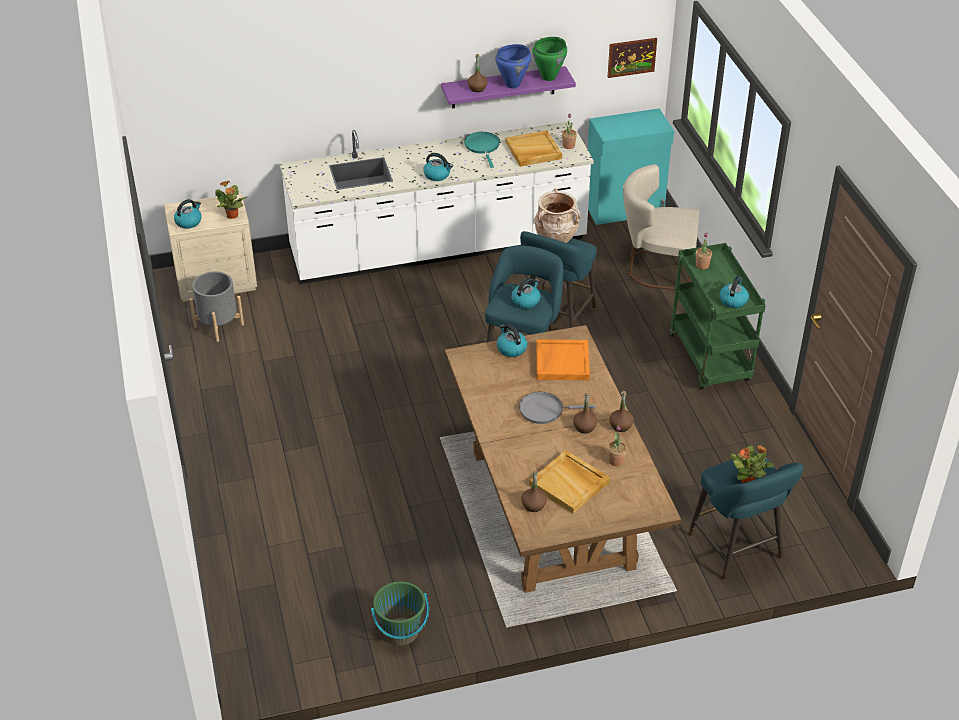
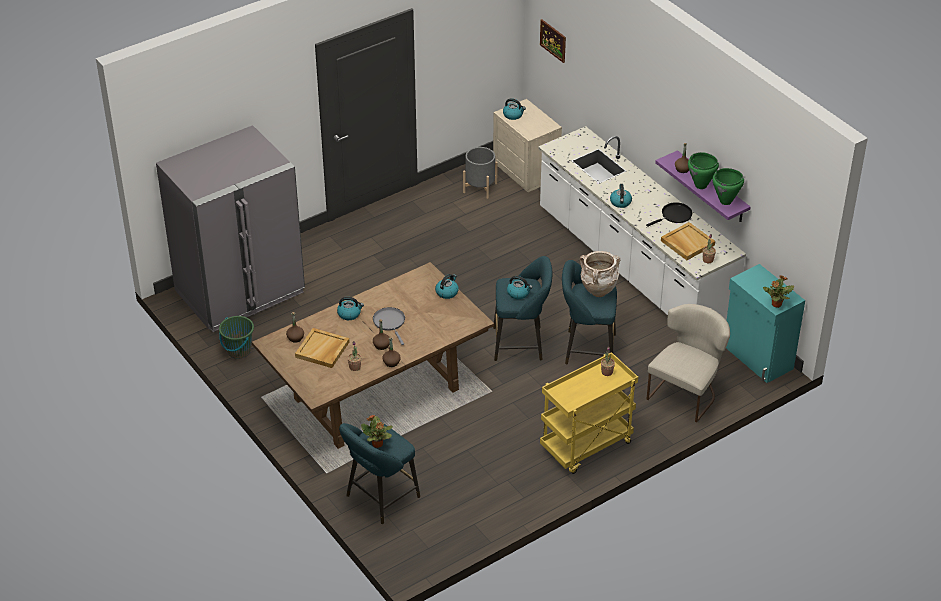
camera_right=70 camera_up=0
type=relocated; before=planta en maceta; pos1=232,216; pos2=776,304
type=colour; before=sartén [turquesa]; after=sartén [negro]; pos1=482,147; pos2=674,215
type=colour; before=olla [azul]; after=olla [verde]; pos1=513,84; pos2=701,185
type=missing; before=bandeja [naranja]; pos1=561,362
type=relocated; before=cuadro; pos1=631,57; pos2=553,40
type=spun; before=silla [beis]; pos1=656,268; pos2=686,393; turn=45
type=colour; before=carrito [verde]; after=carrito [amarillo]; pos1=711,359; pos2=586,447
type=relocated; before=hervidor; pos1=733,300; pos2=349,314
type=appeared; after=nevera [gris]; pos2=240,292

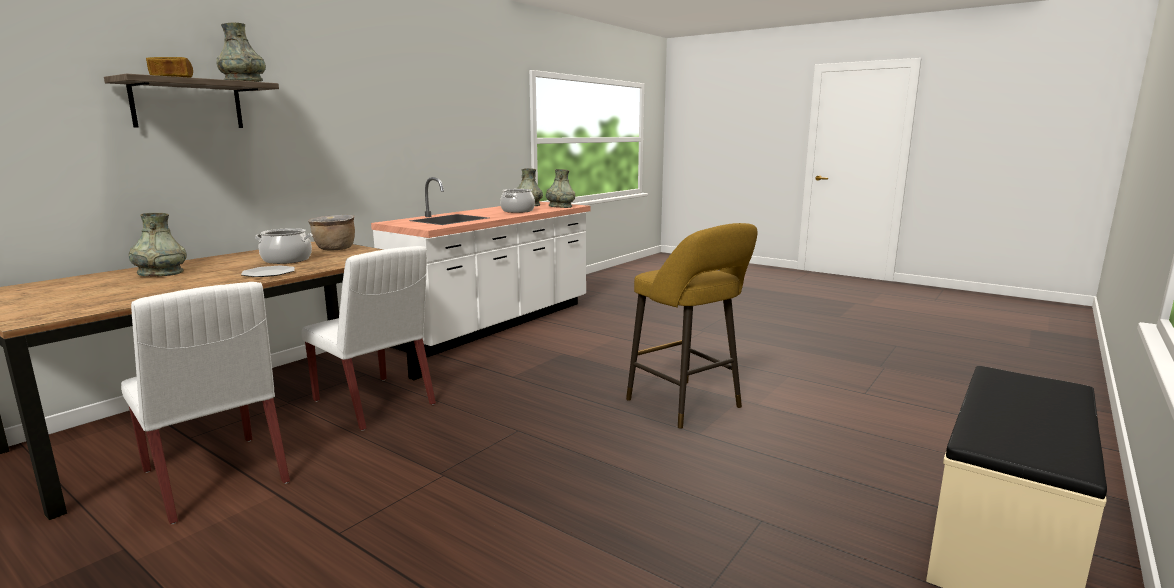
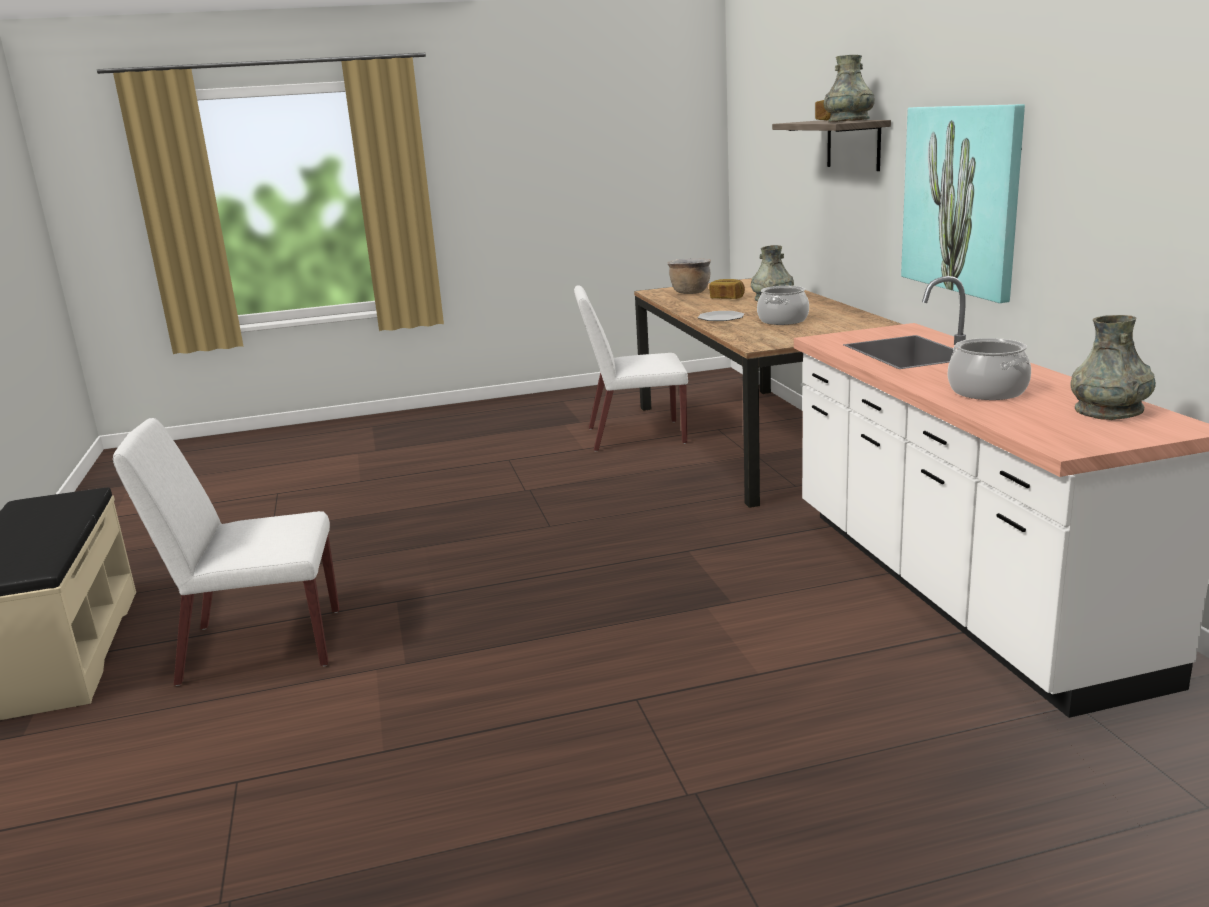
camera_right=130 camera_up=5
type=relocated; before=silla [blanco]; pos1=375,403; pos2=259,646
type=relocated; before=olla [marrón]; pos1=335,249; pos2=690,292
type=missing; before=florero [gris]; pos1=560,206
type=missing; before=taburete [amarillo]; pos1=688,405
type=appeared; after=pan; pos2=727,298
type=appeared; after=cuadro; pos2=962,199

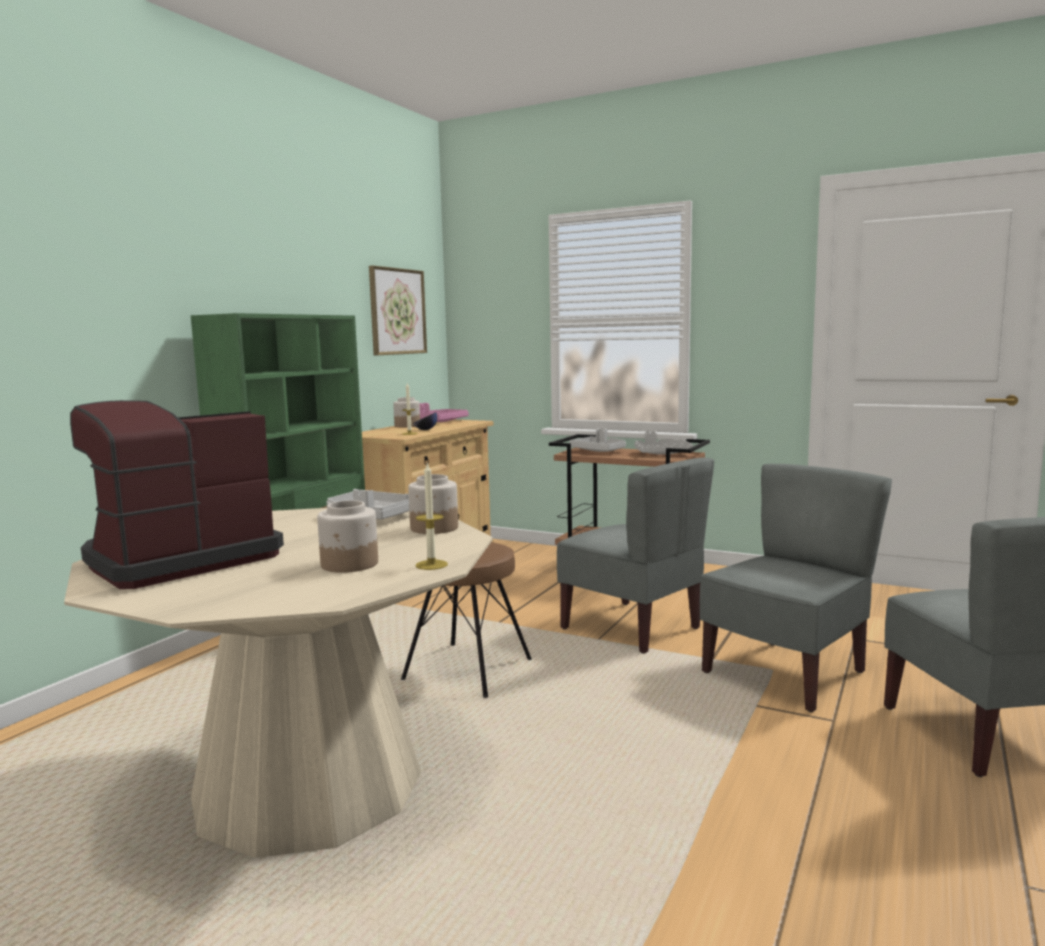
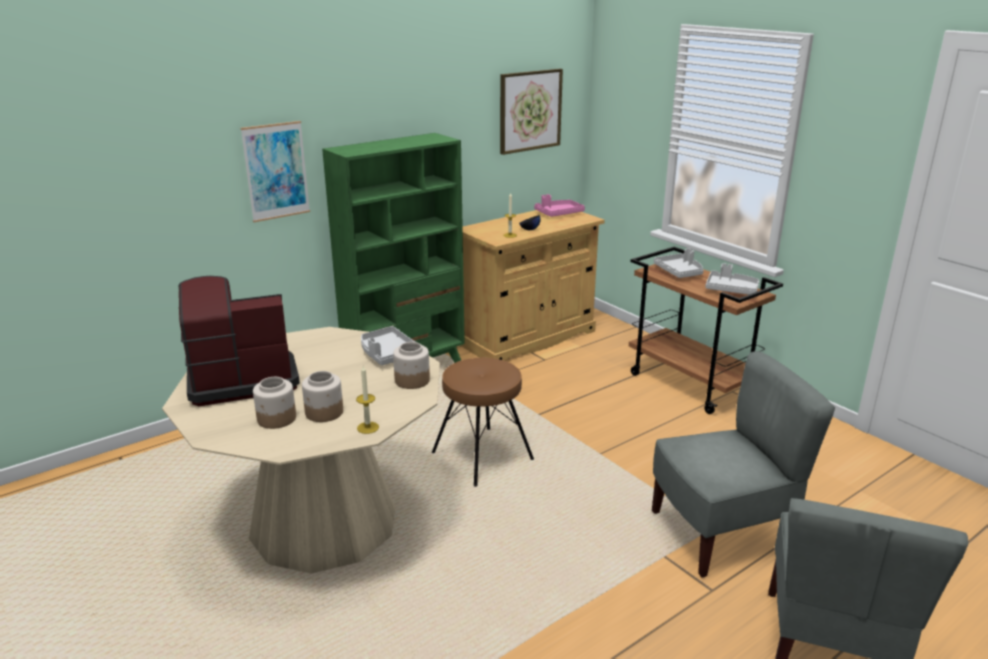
camera_right=25 camera_up=15
type=relocated; before=tarro; pos1=407,426; pos2=277,419
type=missing; before=silla [gris]; pos1=632,628
type=appeared; after=cuadro; pos2=276,171

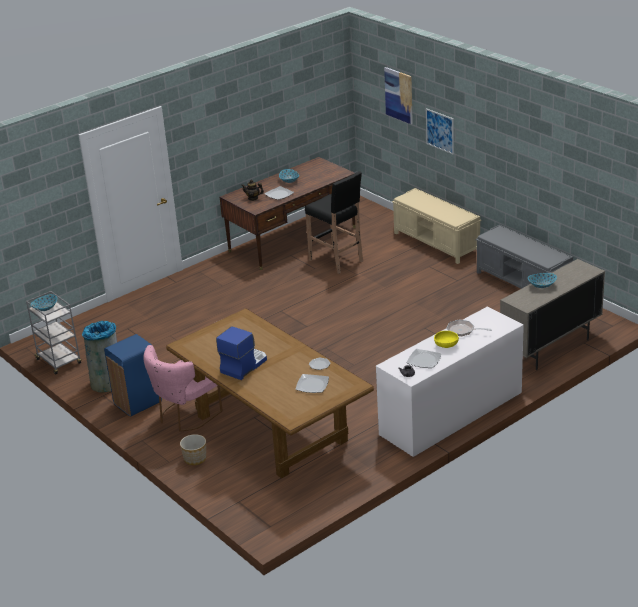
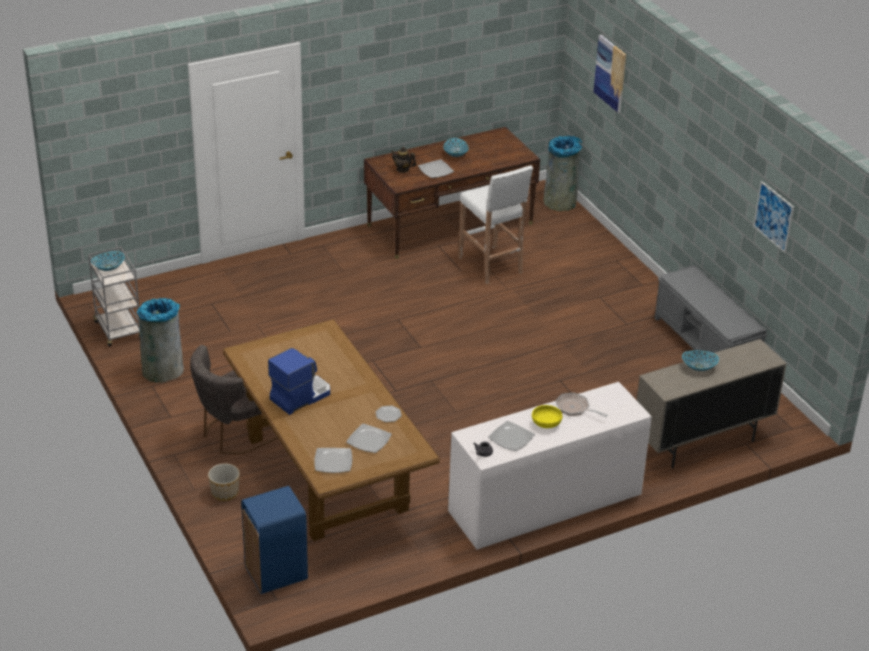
camera_right=10 camera_up=5
type=relocated; before=papelera [azul]; pos1=138,403; pos2=276,573
type=colour; before=silla [rosa]; after=silla [gris]; pos1=185,416; pos2=234,435
type=colour; before=taburete [negro]; after=taburete [blanco]; pos1=337,261; pos2=491,266
type=missing; before=banco [beis]; pos1=436,243
type=relocated; before=cuadro; pos1=440,131; pos2=773,216
type=appeared; after=plato; pos2=333,462
type=appeared; after=papelera [gris]; pos2=560,201

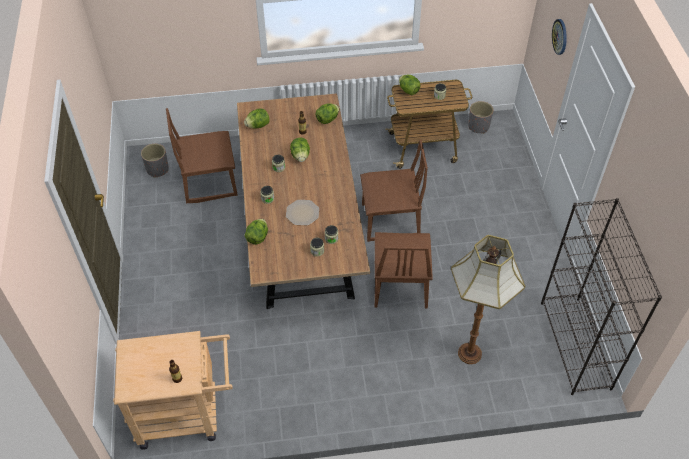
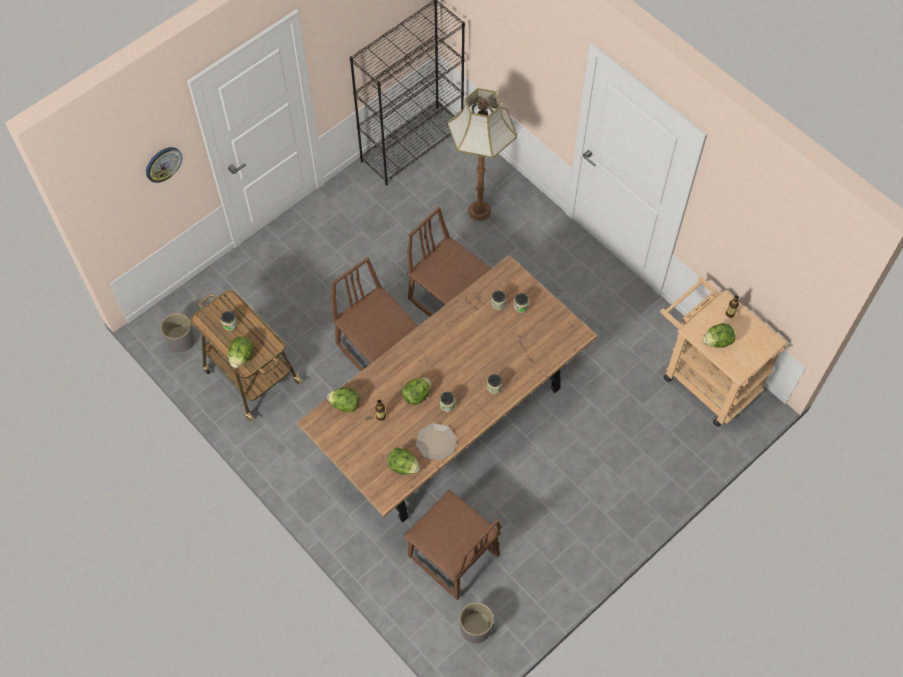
camera_right=-125 camera_up=10
type=relocated; before=lechuga; pos1=257,237; pos2=717,341
type=relocated; before=plato; pos1=302,213; pos2=436,441
type=spun; before=silla [marrón]; pos1=399,285; pos2=450,298; turn=-105

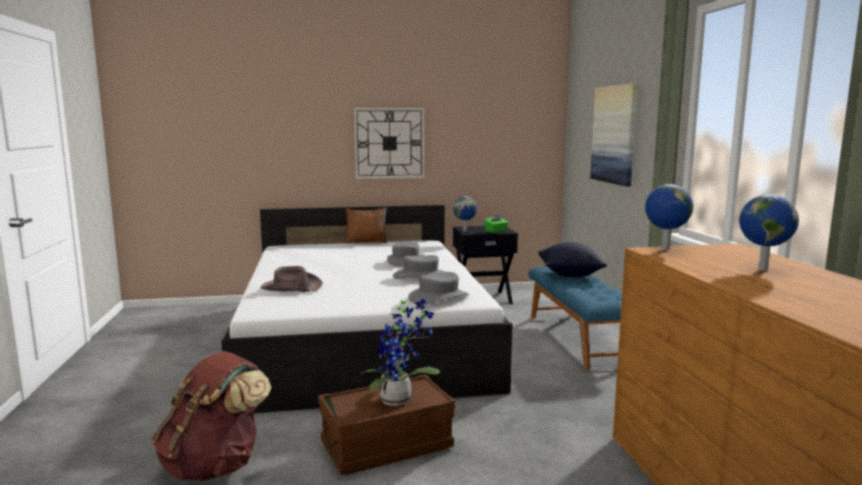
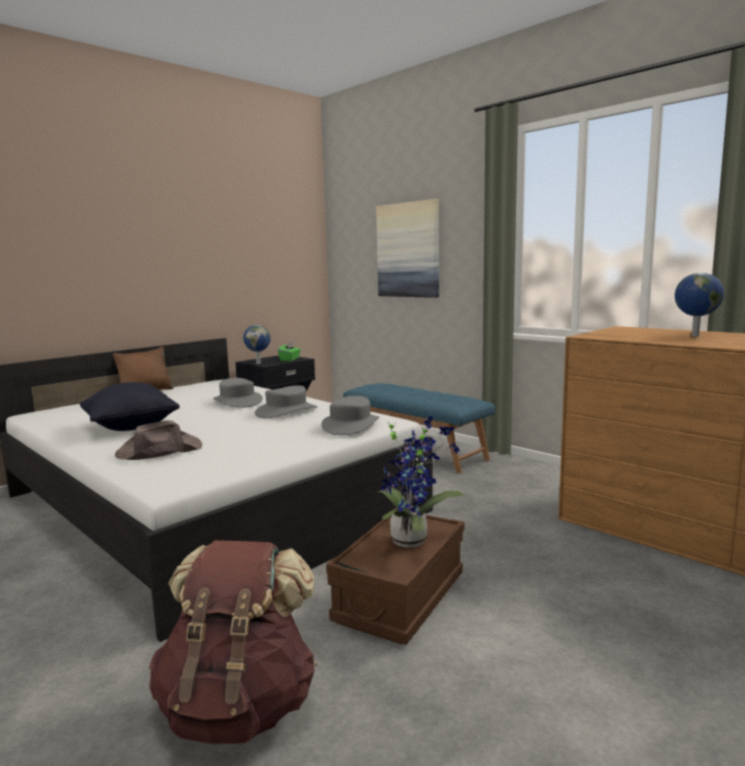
camera_right=-35 camera_up=0
type=missing; before=reloj de pared; pos1=389,143
type=relocated; before=cojín [negro]; pos1=570,274; pos2=131,427
type=missing; before=globo terráqueo; pos1=664,249

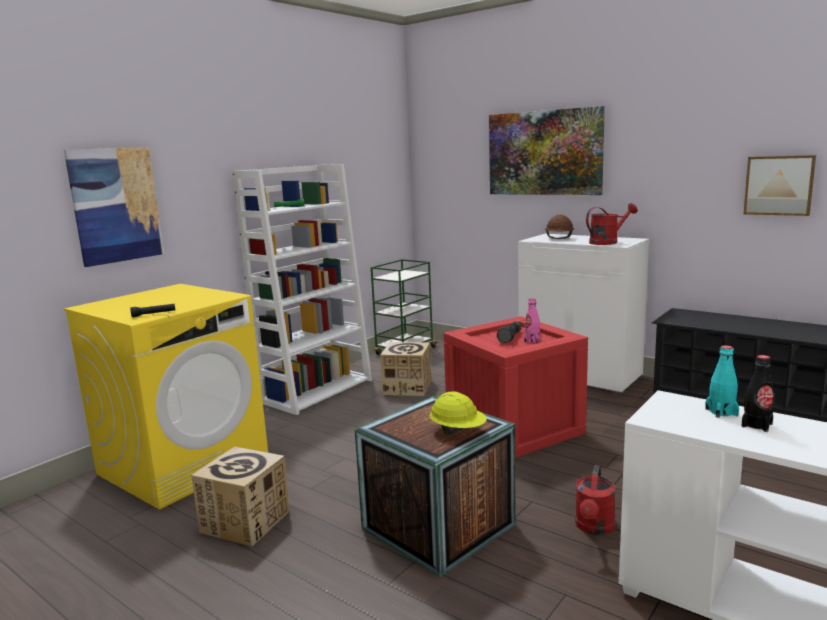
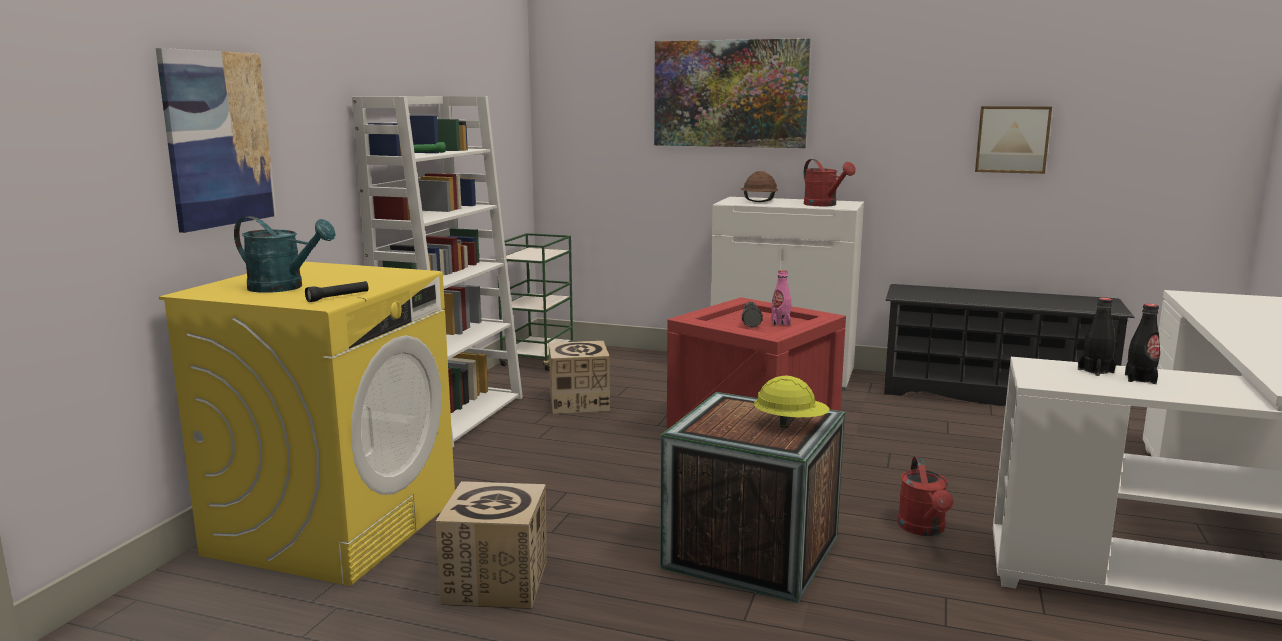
camera_right=-20 camera_up=0
type=spun; before=regadera [rojo]; pos1=607,242; pos2=824,205; turn=105
type=colour; before=botella [turquesa]; after=botella [negro]; pos1=721,412; pos2=1095,371
type=appeared; after=regadera [turquesa]; pos2=284,288

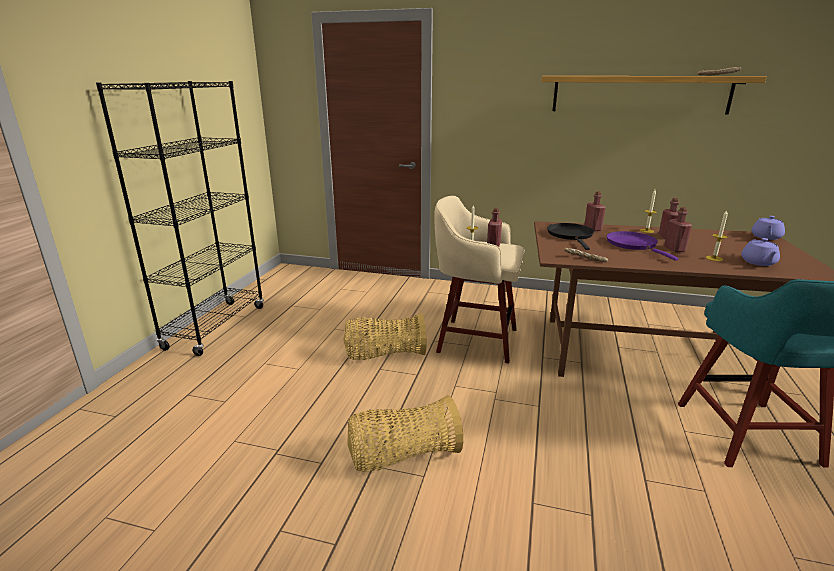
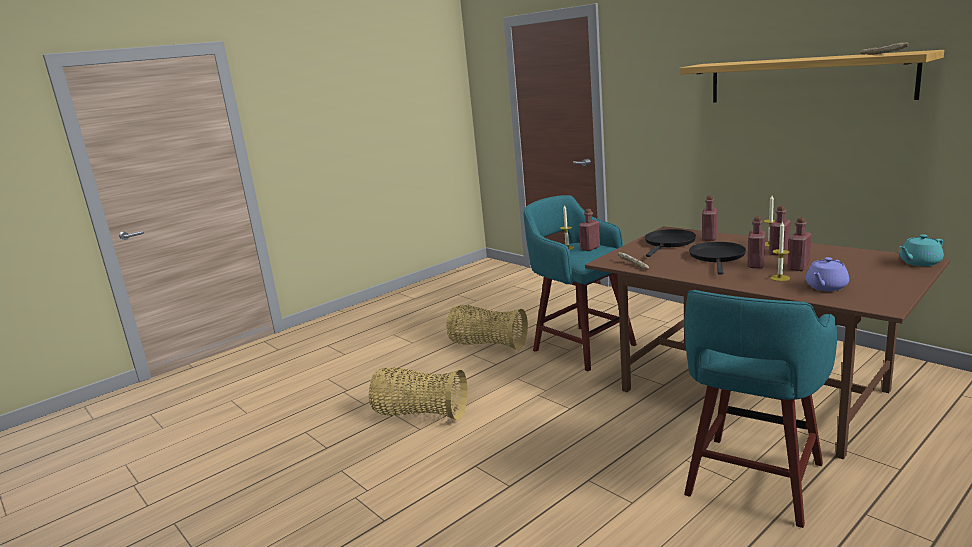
camera_right=35 camera_up=-5
type=missing; before=estantería [negro]; pos1=216,327
type=colour; before=taburete [beis]; after=taburete [turquesa]; pos1=474,340; pos2=581,346
type=colour; before=sartén [morado]; after=sartén [negro]; pos1=633,245; pos2=717,257
type=colour; before=tetera [morado]; after=tetera [turquesa]; pos1=765,237; pos2=919,263
type=appeared; after=botella [rojo]; pos2=798,267

